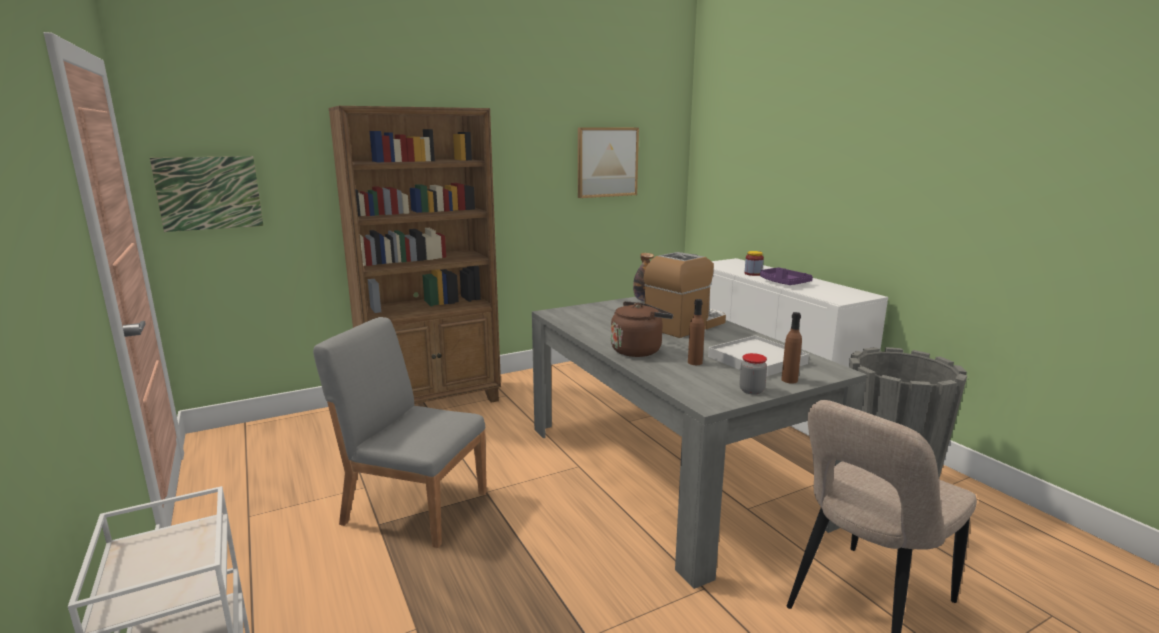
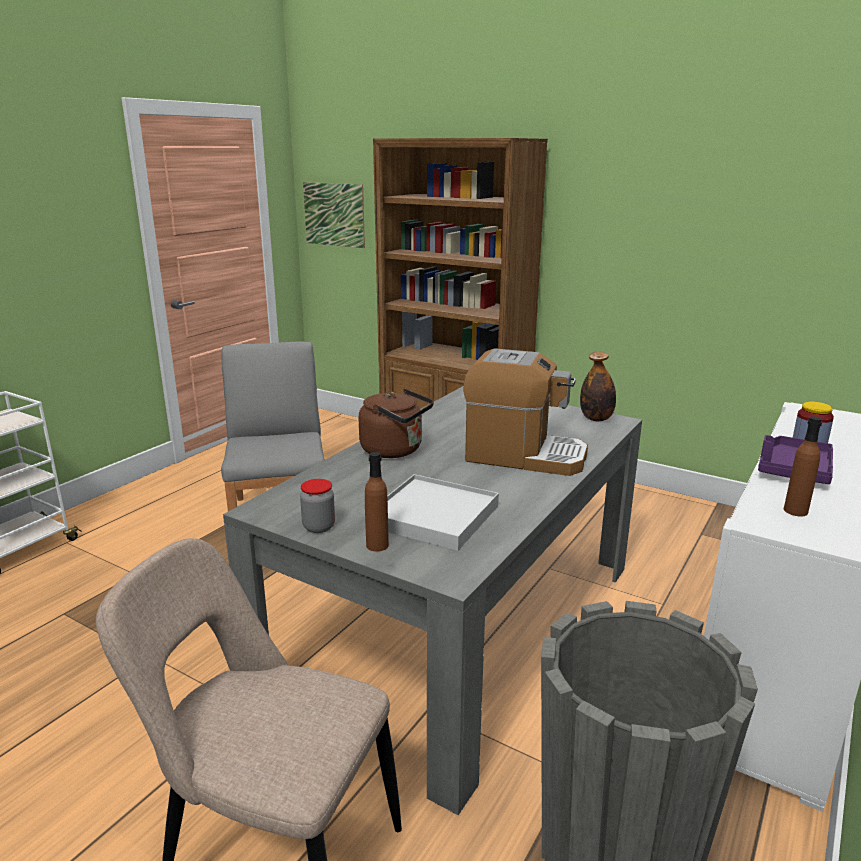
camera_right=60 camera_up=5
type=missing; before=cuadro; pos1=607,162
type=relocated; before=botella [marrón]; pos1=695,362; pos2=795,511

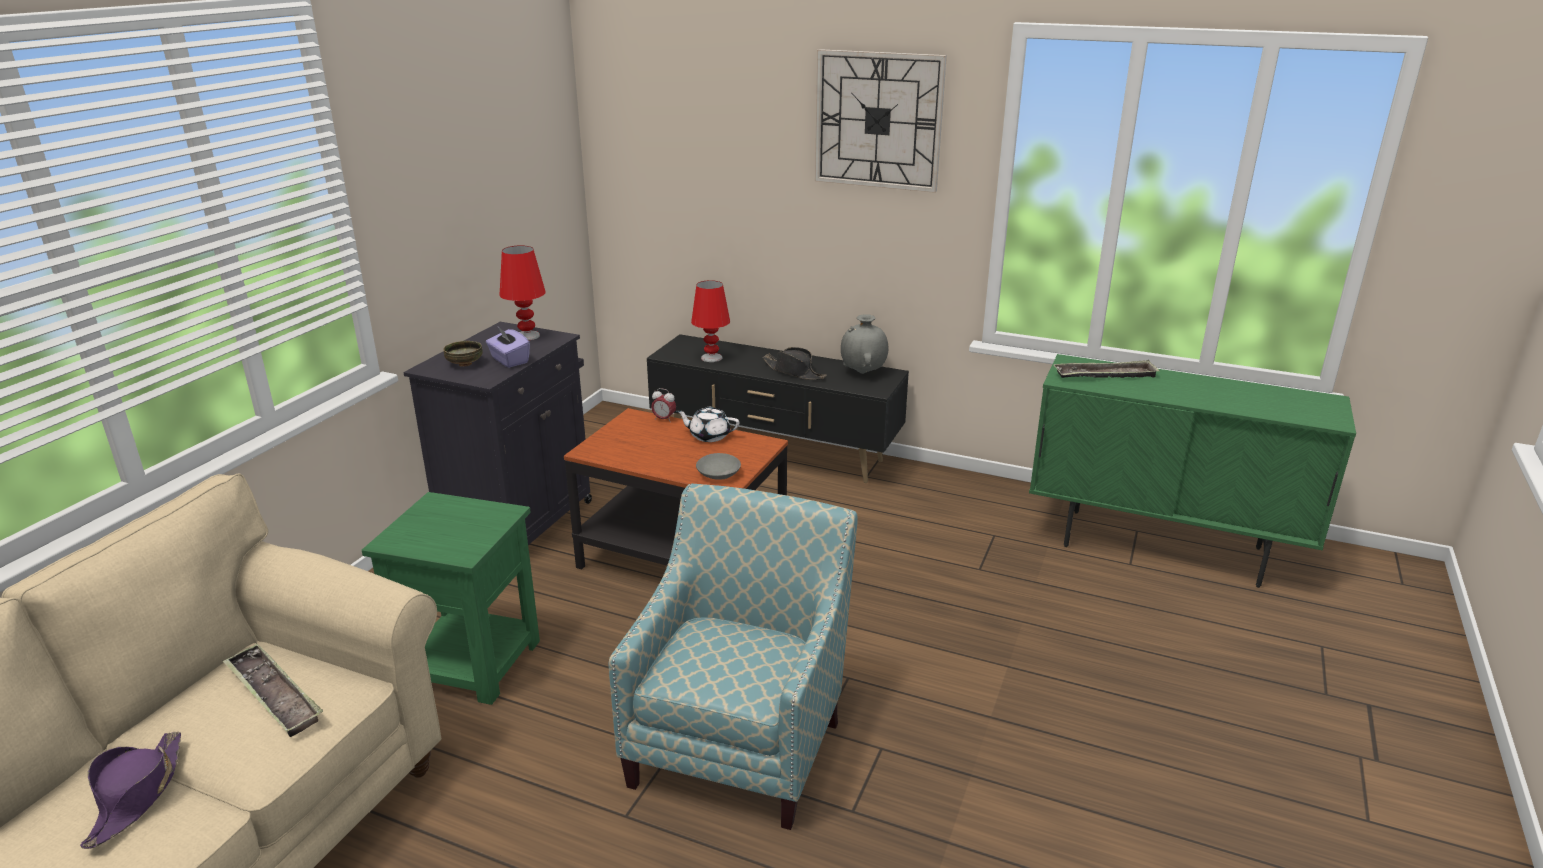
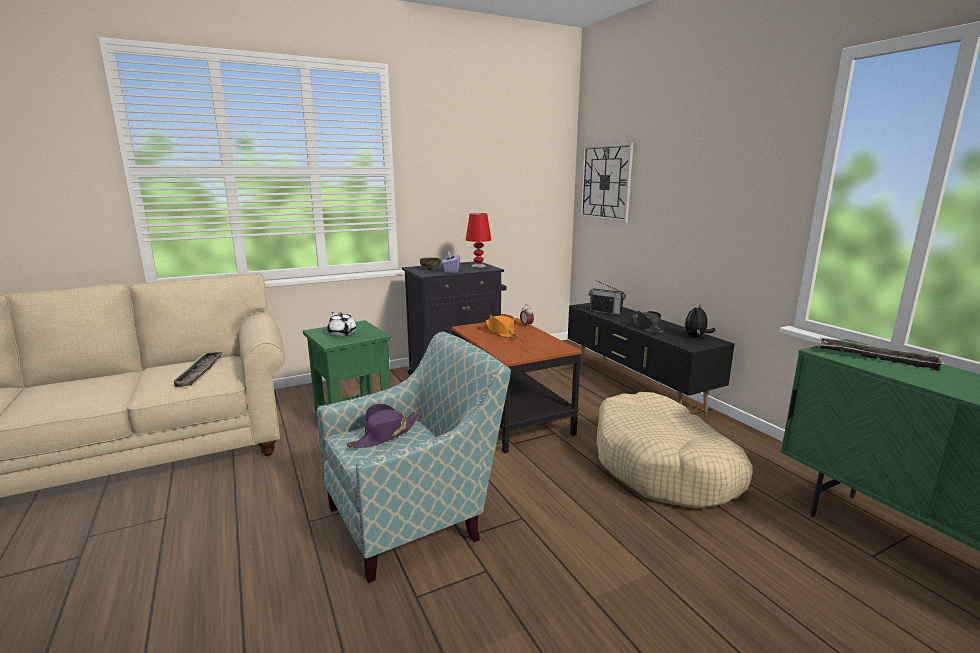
camera_right=40 camera_up=-10
type=relocated; before=sombrero [morado]; pos1=137,795; pos2=385,435
type=relocated; before=tetera [blanco]; pos1=709,436; pos2=342,333
type=exchanged; before=lámpara de mesa [rojo]; after=radio; pos1=711,358; pos2=605,312
type=missing; before=cuenco [gris]; pos1=718,474
type=relocated; before=reloj de pared; pos1=878,120; pos2=605,182
type=exchanged; before=florero [gris]; after=peluche; pos1=863,373; pos2=696,337
type=appeared; after=sombrero [naranja]; pos2=501,332
type=appeared; after=cama para perro [beis]; pos2=663,466

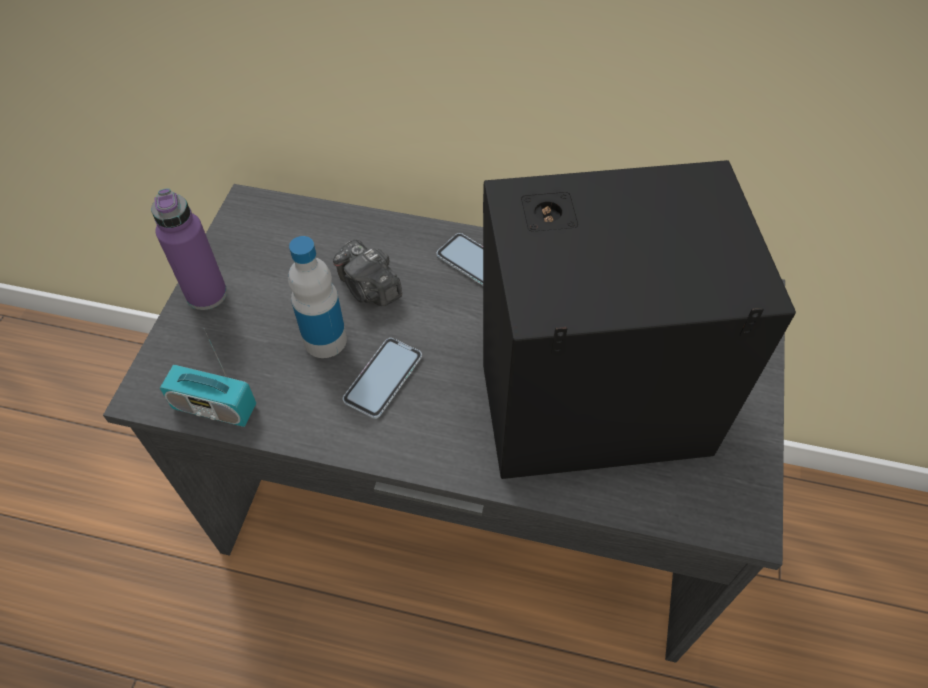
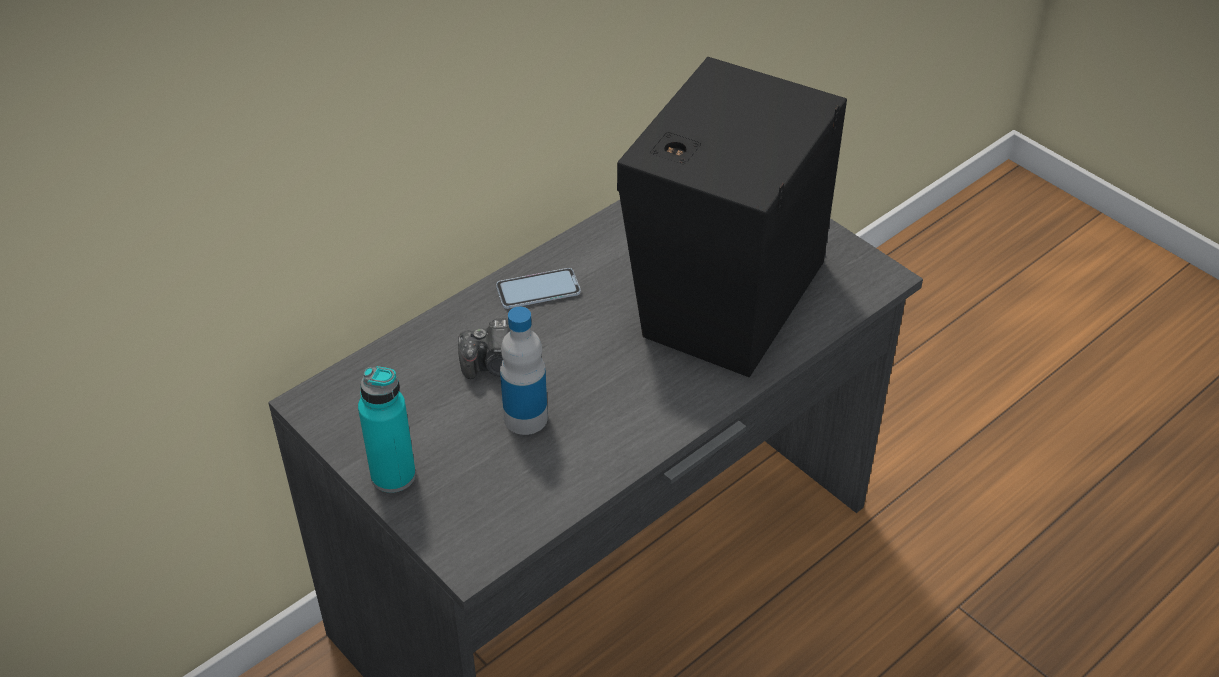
camera_right=-55 camera_up=-10
type=colour; before=botella [morado]; after=botella [turquesa]; pos1=206,294; pos2=393,475
type=missing; before=radio; pos1=214,407
type=missing; before=móvil; pos1=383,378

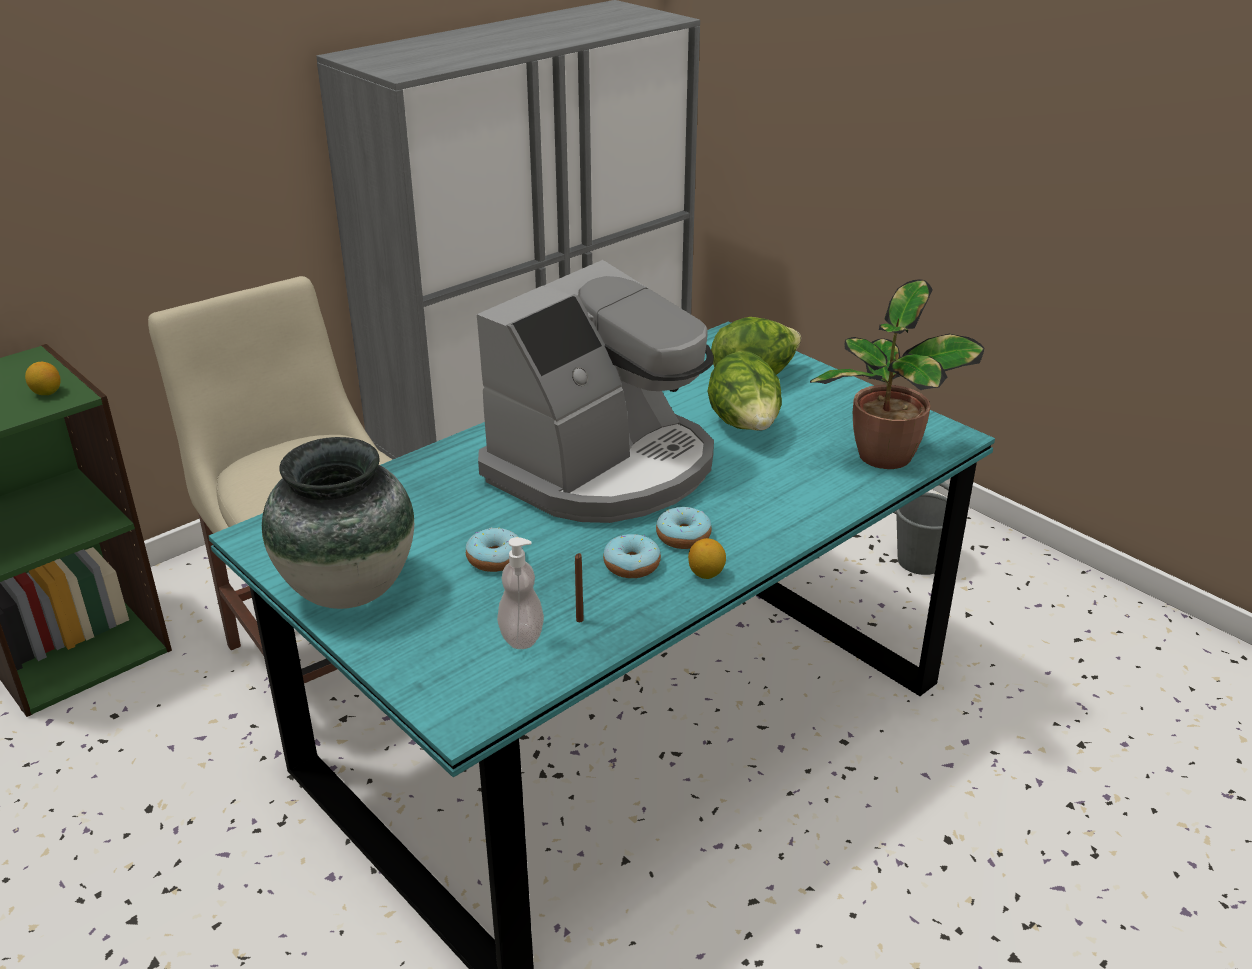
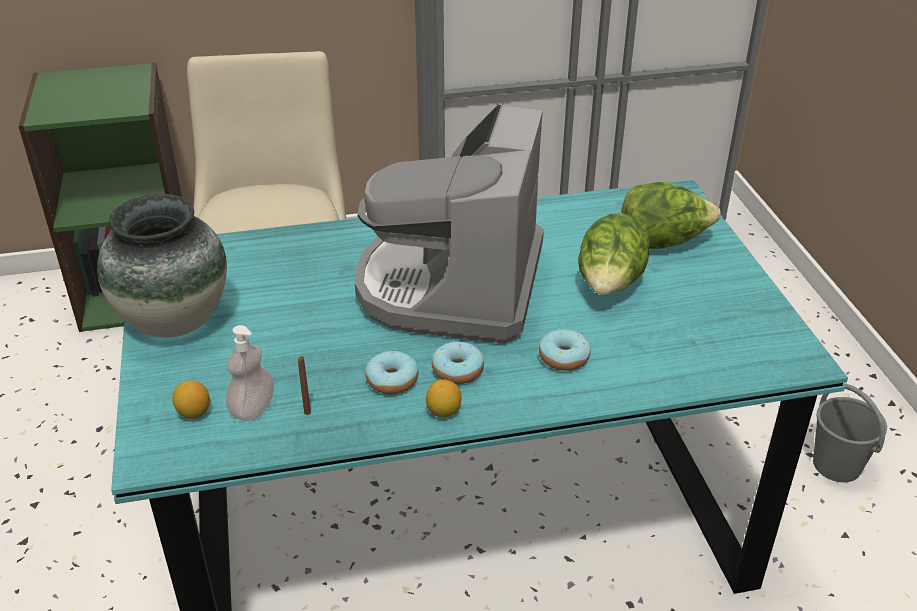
camera_right=30 camera_up=5
type=relocated; before=limón; pos1=47,393; pos2=194,413
type=relocated; before=rosquilla; pos1=494,559; pos2=564,357
type=spun; before=cafetera; pos1=603,468; pos2=453,285; turn=120
type=missing; before=planta en maceta; pos1=884,457

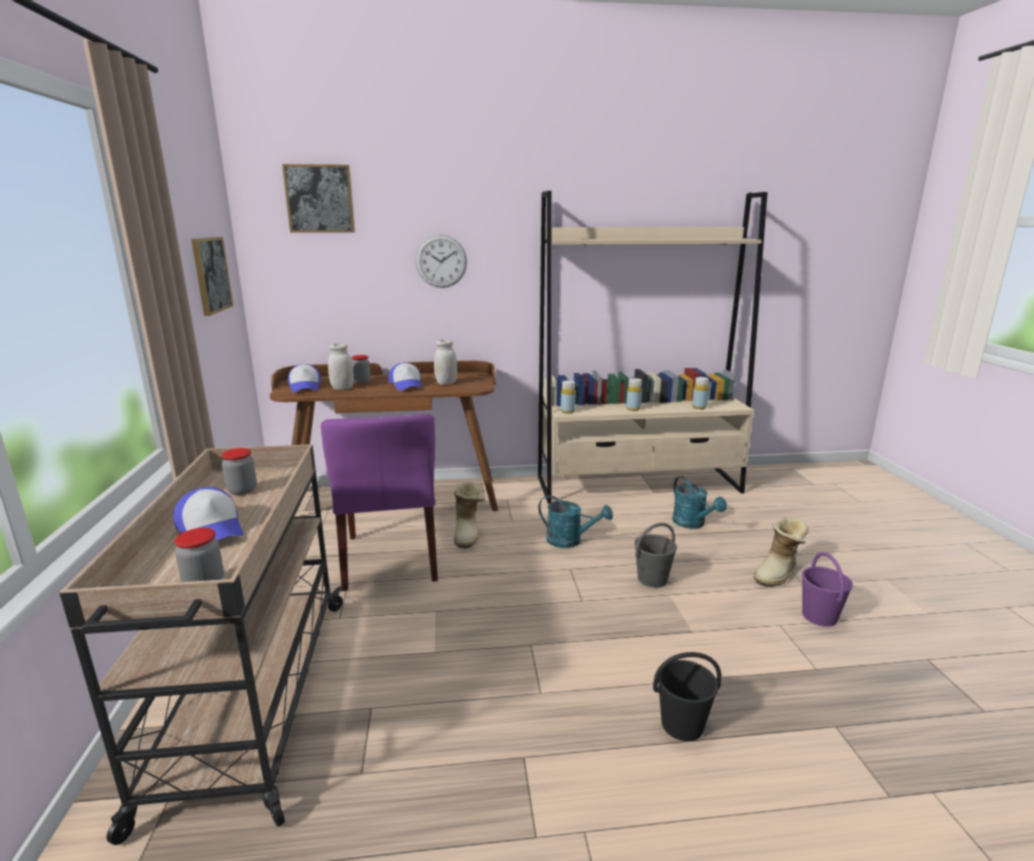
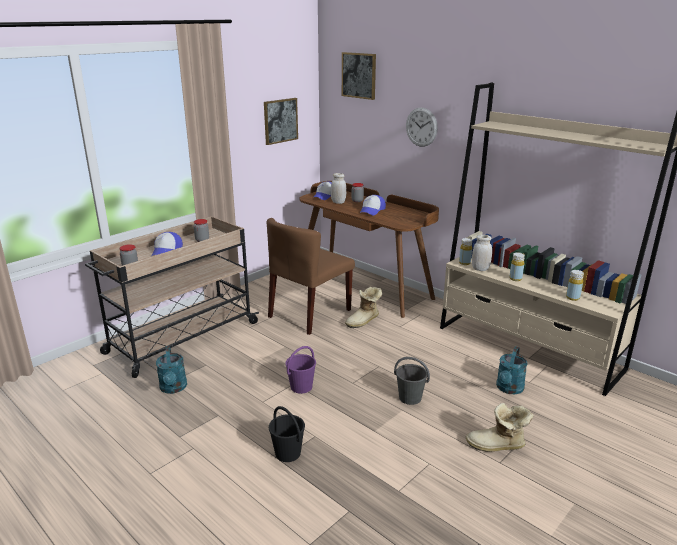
camera_right=50 camera_up=5
type=colour; before=silla [morado]; after=silla [marrón]; pos1=391,558; pos2=309,314
type=relocated; before=tarro [blanco]; pos1=446,383; pos2=480,269
type=relocated; before=regadera [turquesa]; pos1=570,541; pos2=173,388
type=relocated; before=cubo [morado]; pos1=819,616; pos2=301,387

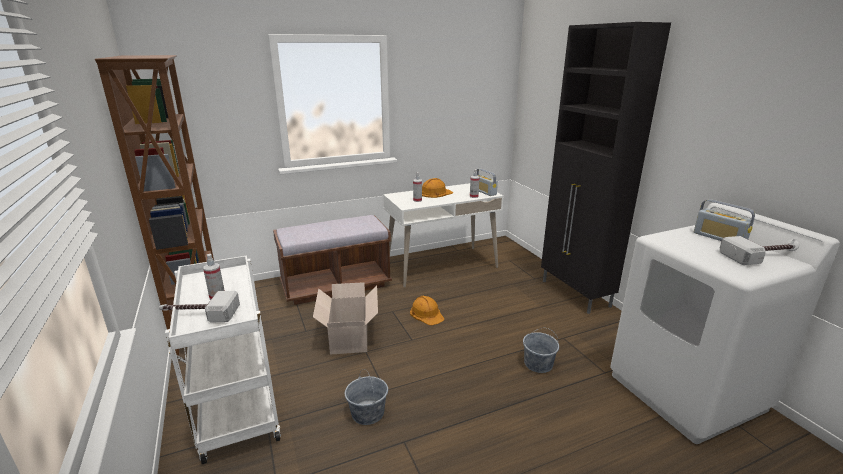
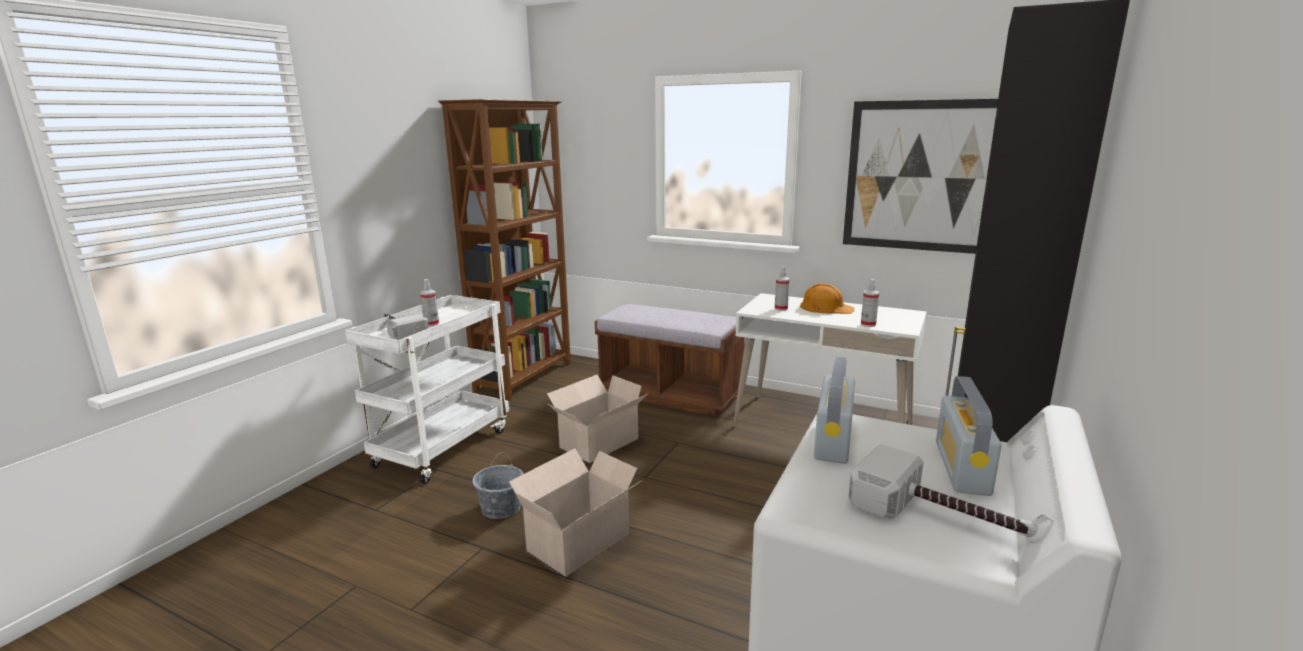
camera_right=50 camera_up=-5
type=missing; before=casco [naranja]; pos1=427,314
type=relocated; before=radio; pos1=485,192; pos2=833,440
type=missing; before=cubo [gris]; pos1=538,364
type=appeared; after=caja de cartón; pos2=581,541
type=appeared; after=cuadro; pos2=923,177

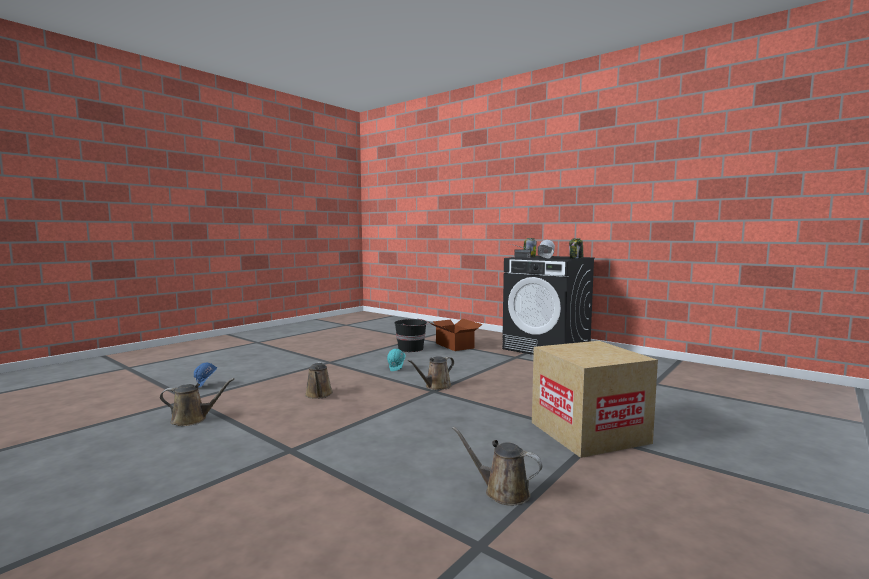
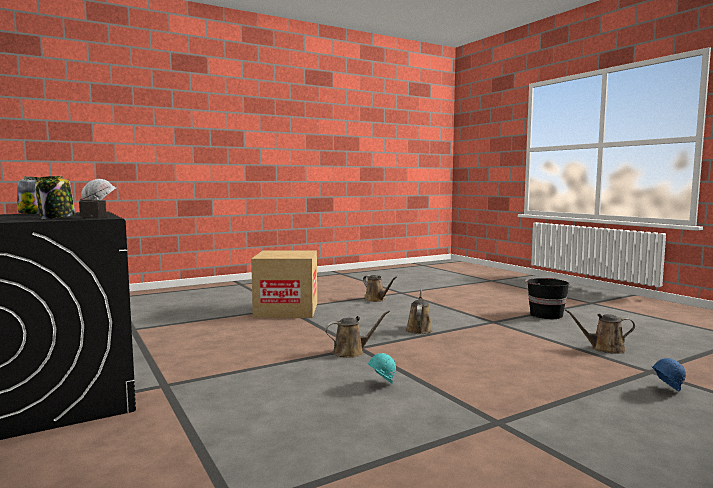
camera_right=-160 camera_up=0
type=relocated; before=regadera [marrón]; pos1=319,395; pos2=419,329
type=relocated; before=cubo [negro]; pos1=411,349; pos2=545,315
type=missing; before=caja de cartón; pos1=454,345

